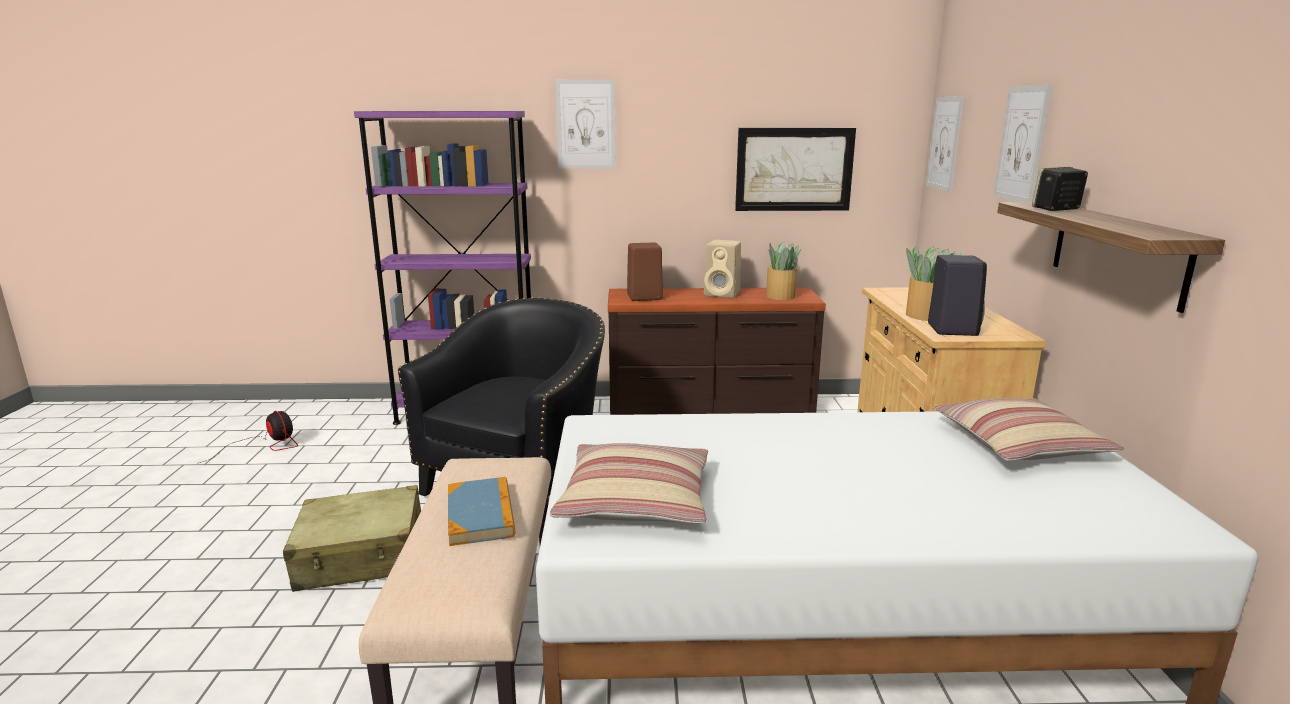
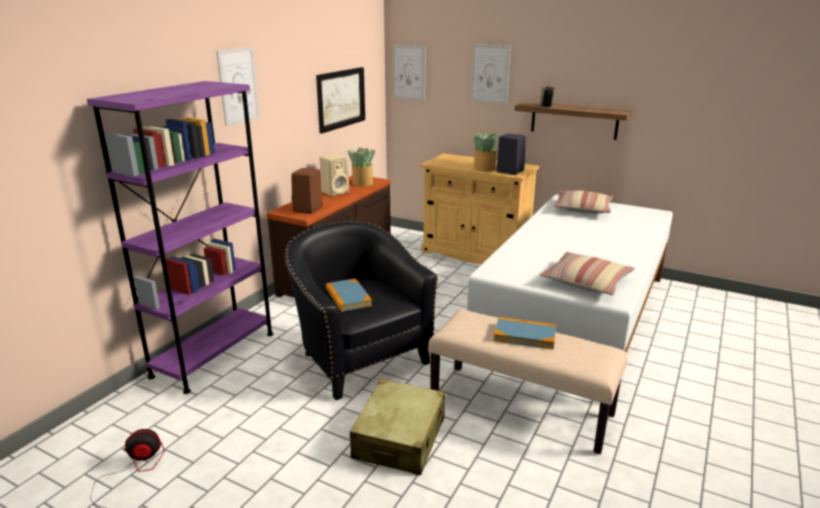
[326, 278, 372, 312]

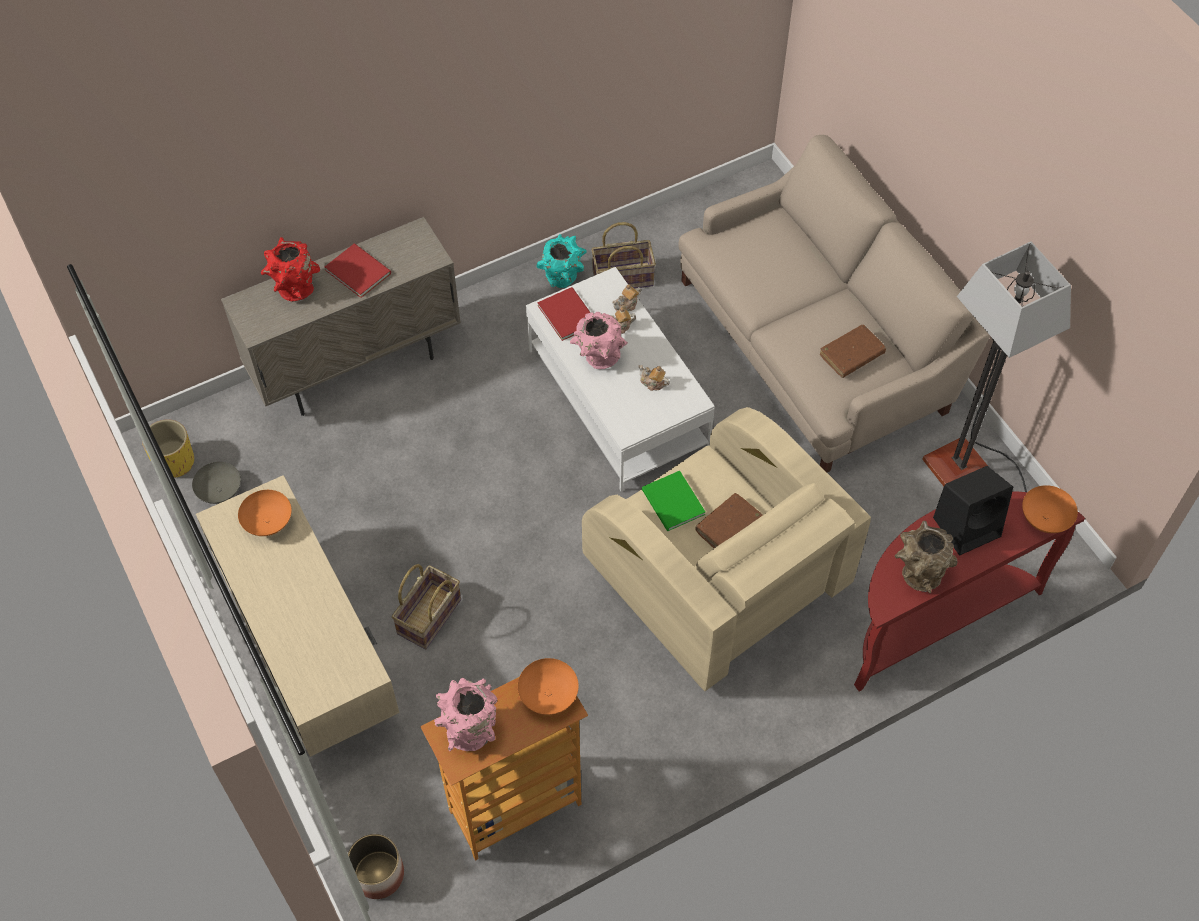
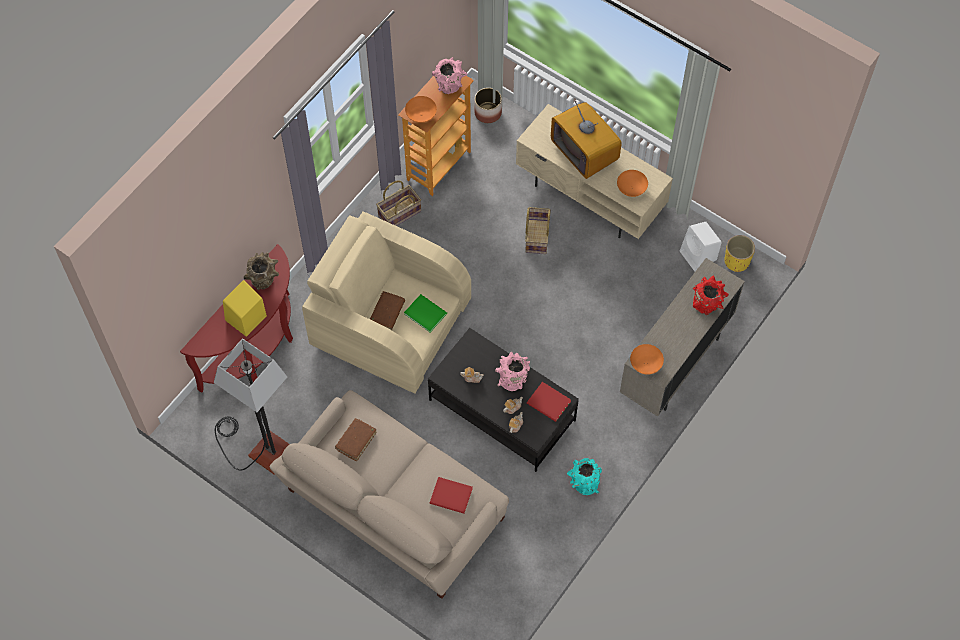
[223, 280, 267, 337]
[376, 180, 421, 226]
[428, 328, 579, 472]
[430, 477, 473, 514]
[551, 101, 622, 179]
[630, 344, 664, 375]
[680, 222, 722, 271]

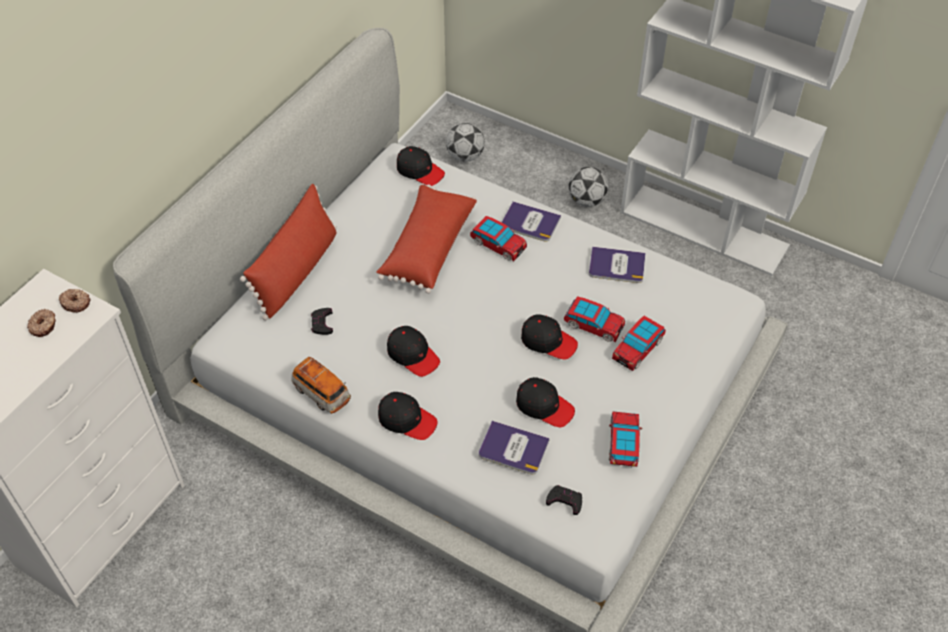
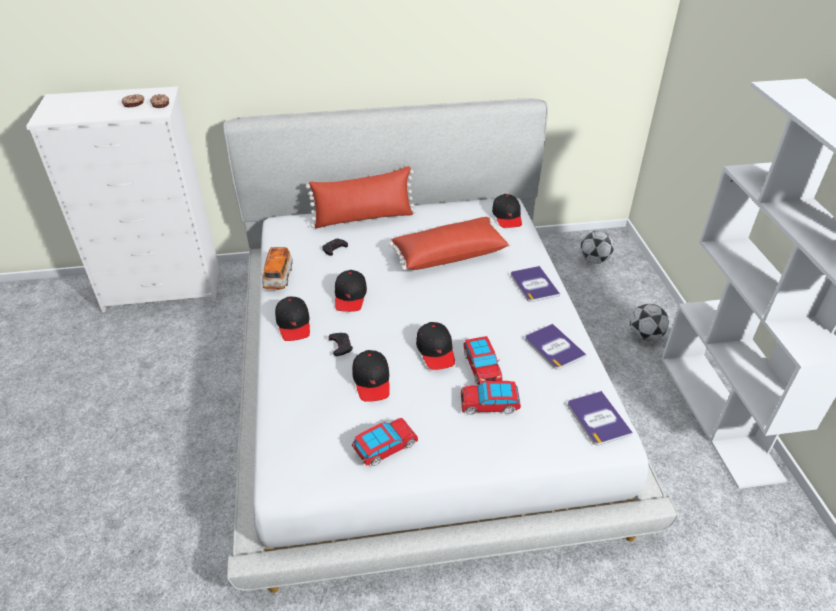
[329, 333, 353, 356]
[567, 391, 633, 446]
[470, 216, 527, 261] (first image)

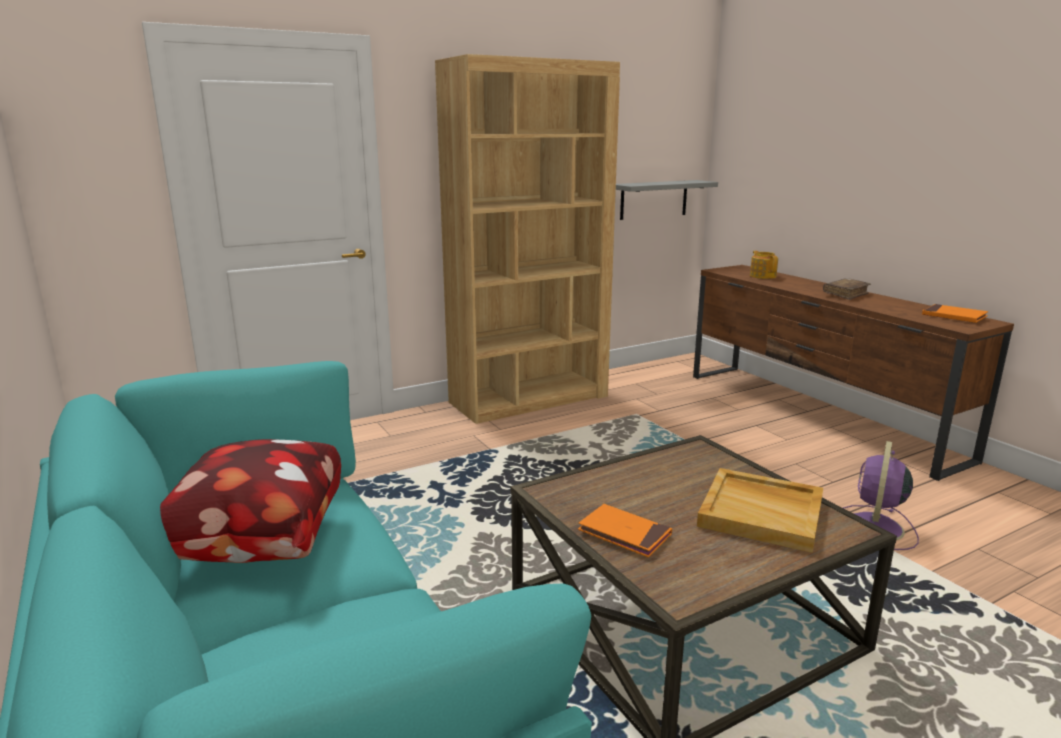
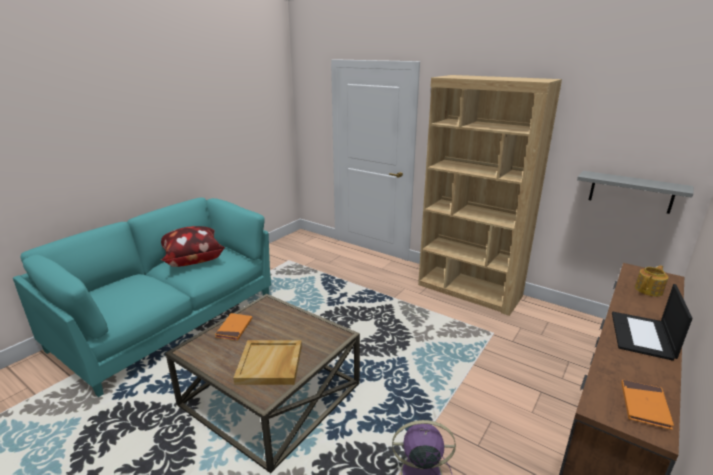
[612, 284, 693, 361]

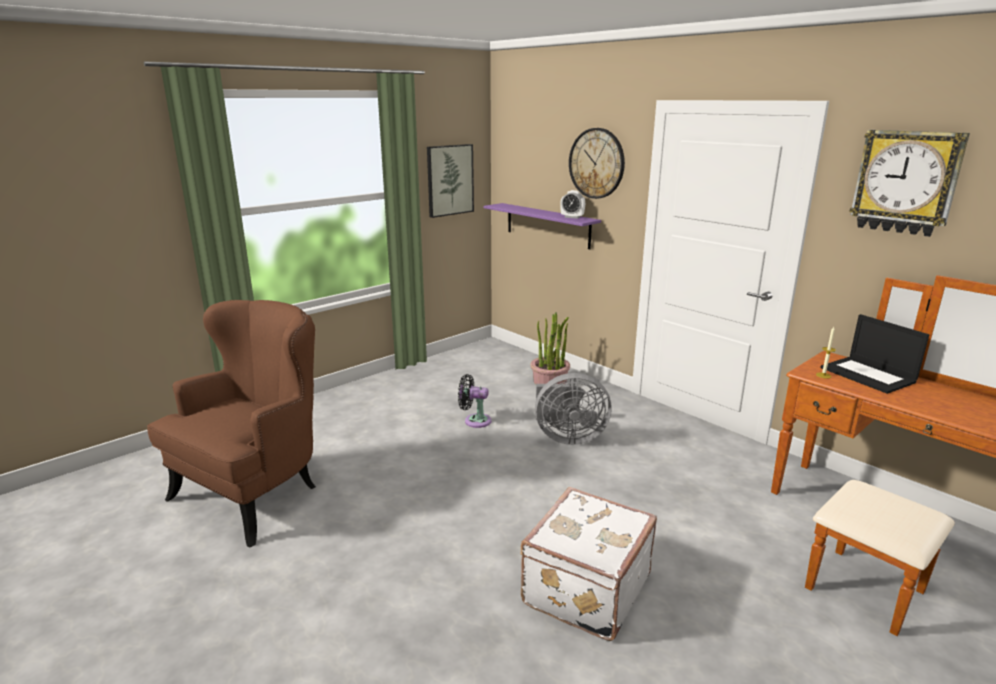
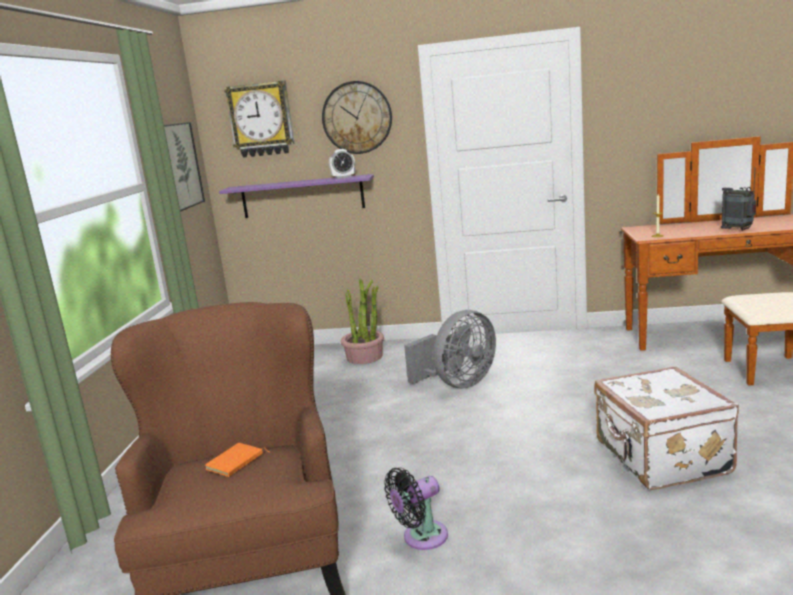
[205, 443, 270, 477]
[224, 81, 295, 158]
[384, 468, 448, 550]
[721, 167, 756, 231]
[820, 314, 929, 394] (first image)

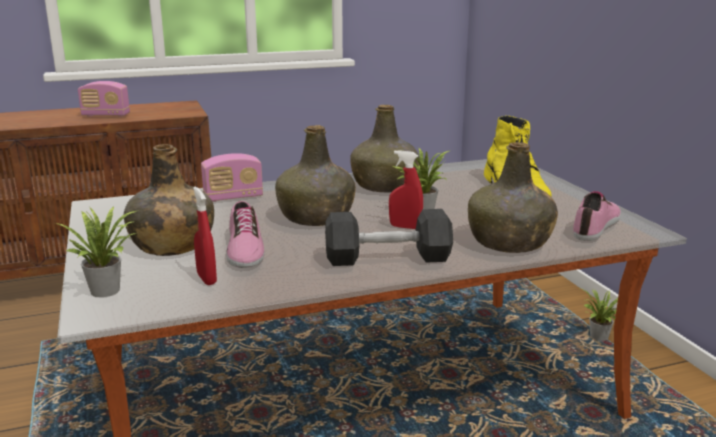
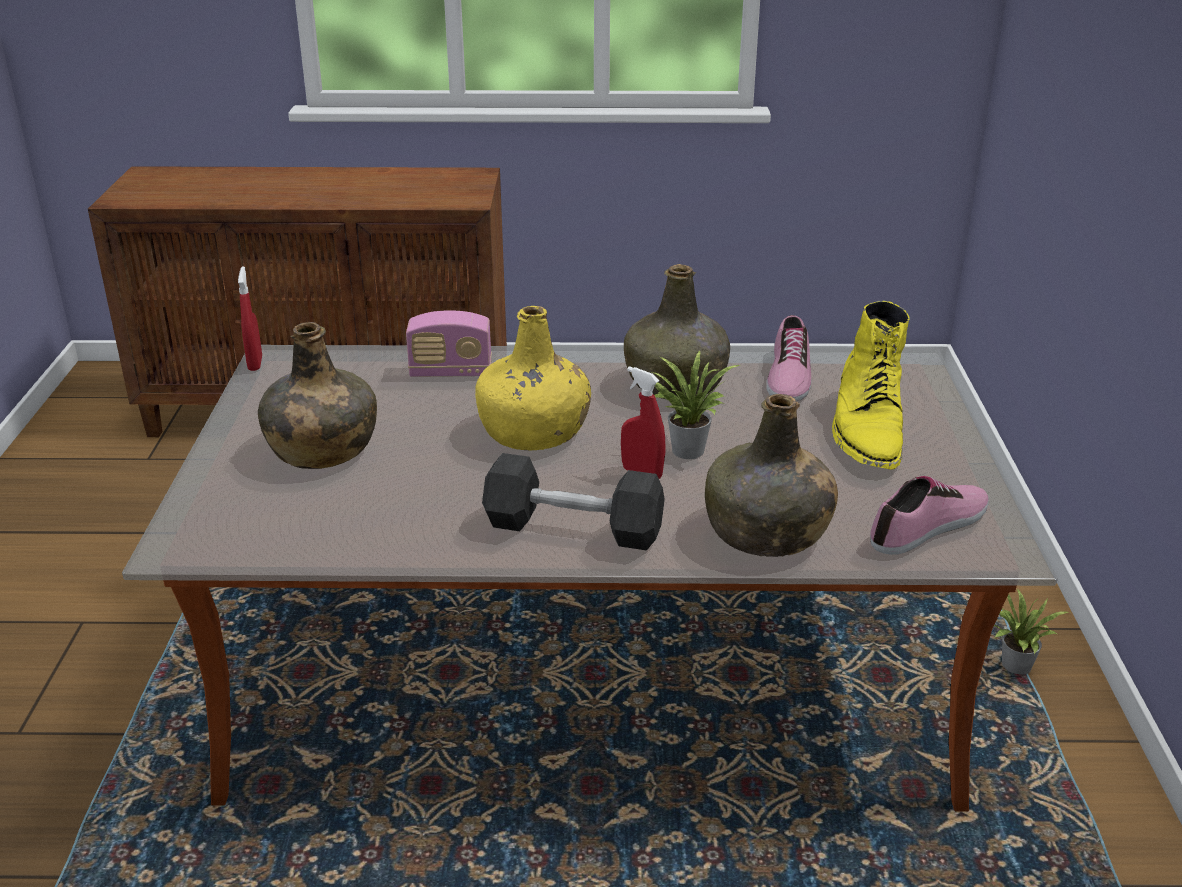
[238, 266, 262, 371]
[475, 306, 591, 450]
[766, 315, 811, 401]
[55, 206, 136, 297] (first image)
[78, 81, 130, 117] (first image)

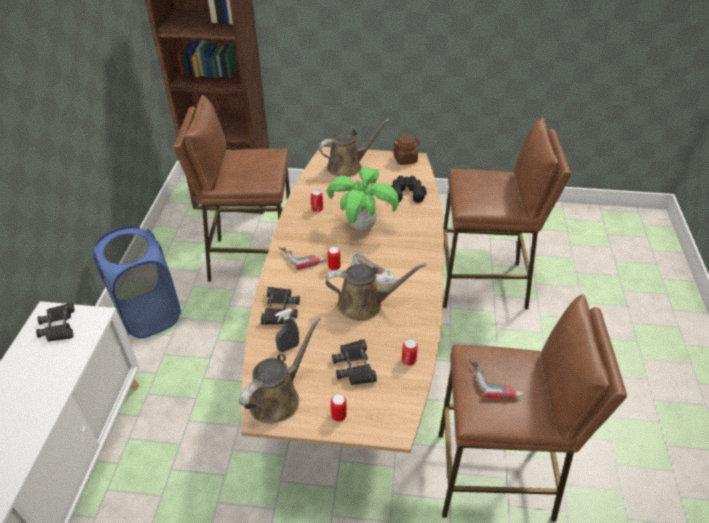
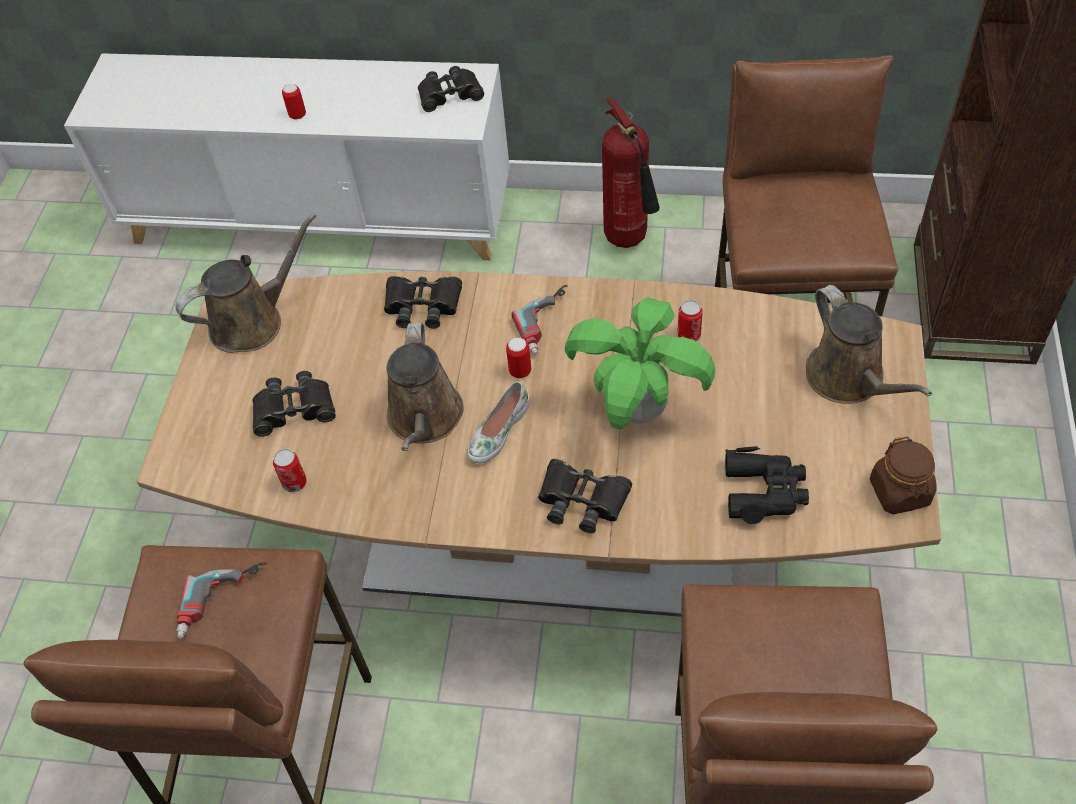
[175, 213, 316, 353]
[282, 84, 306, 120]
[538, 459, 632, 534]
[602, 97, 660, 248]
[275, 309, 299, 352] (first image)

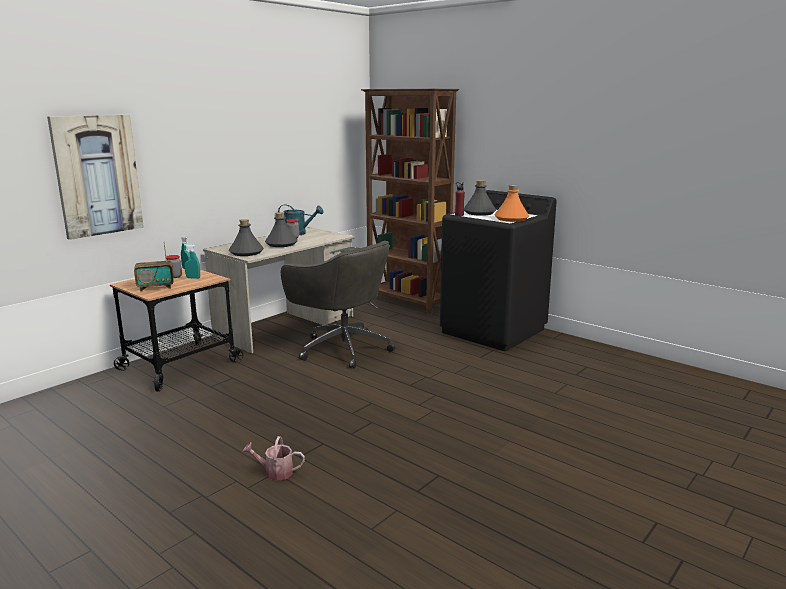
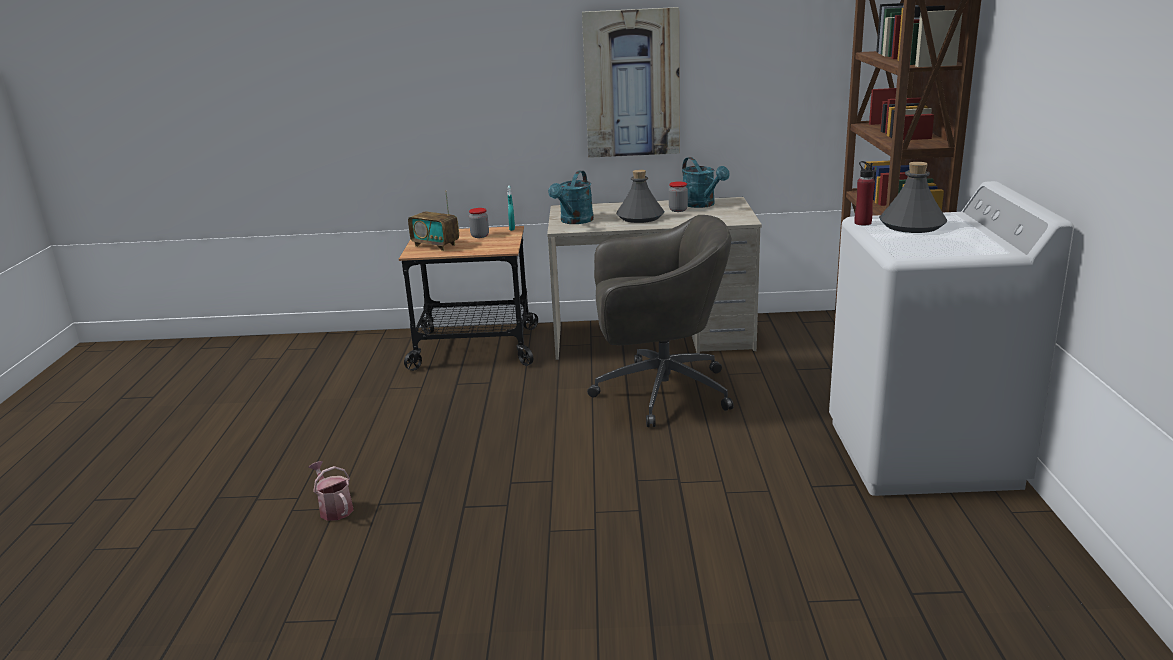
[548, 171, 594, 224]
[582, 7, 680, 158]
[587, 215, 734, 427]
[829, 181, 1074, 496]
[184, 244, 200, 279] (first image)
[494, 185, 529, 222] (first image)

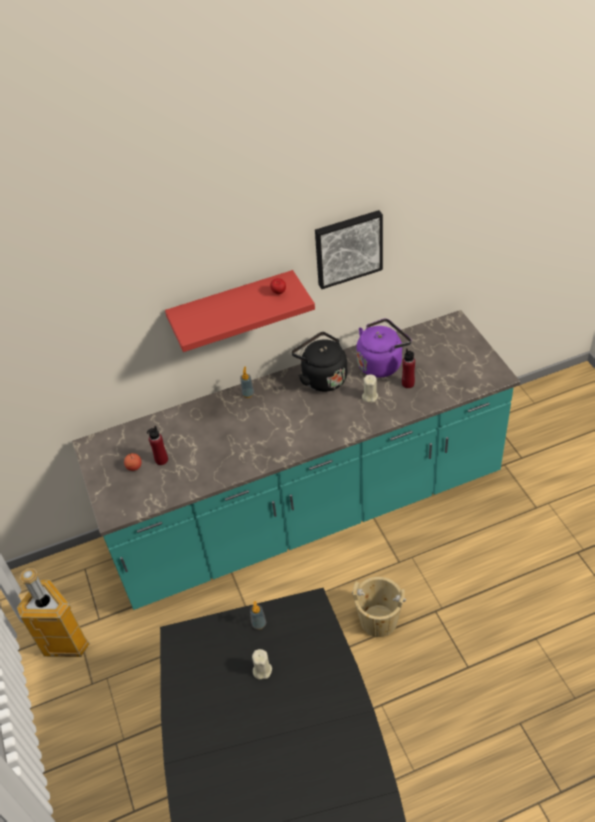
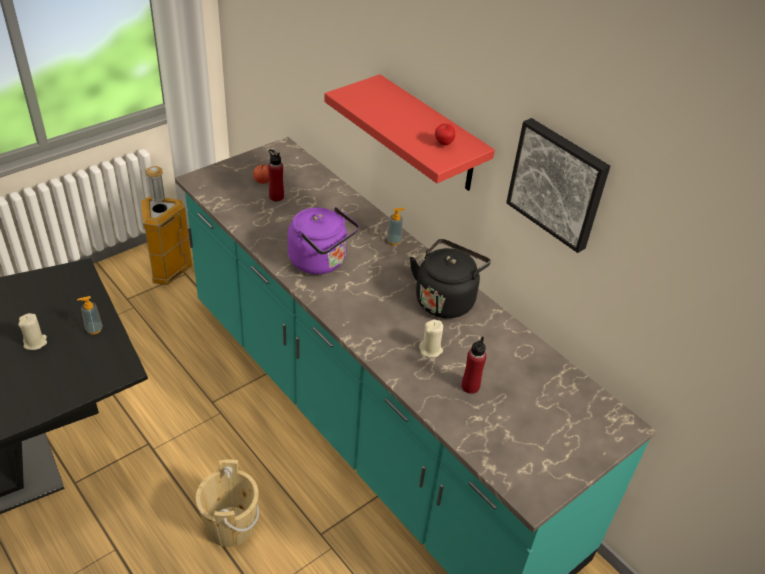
[287, 207, 359, 274]

